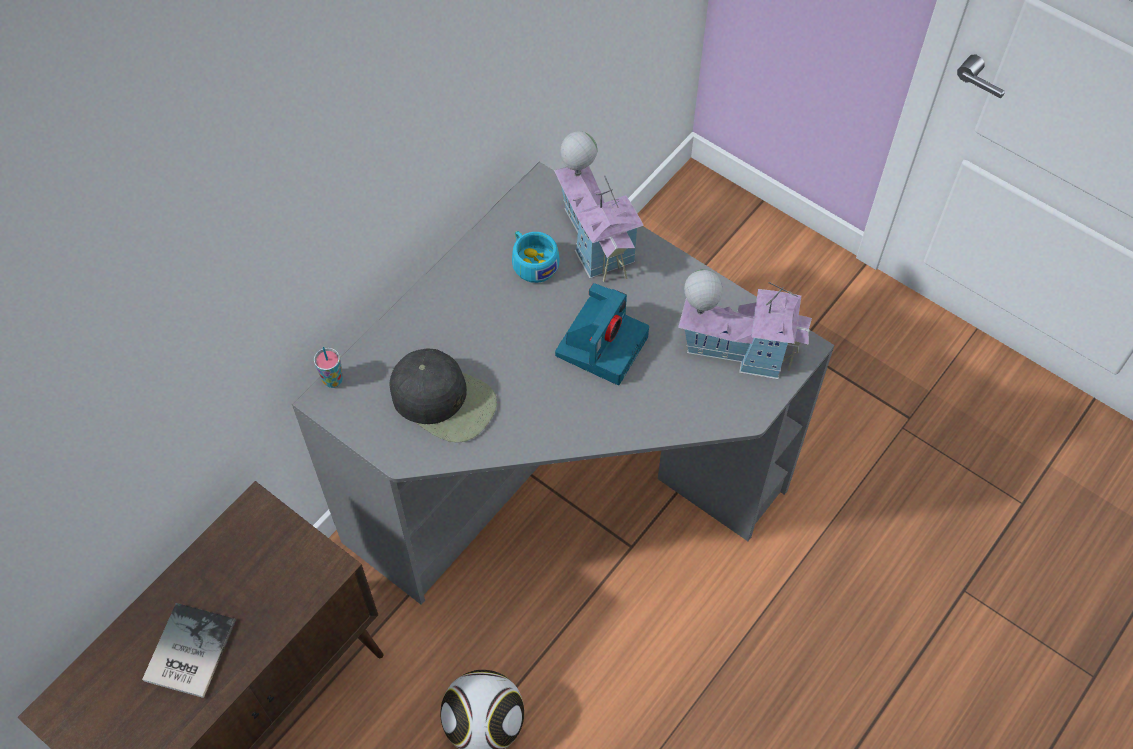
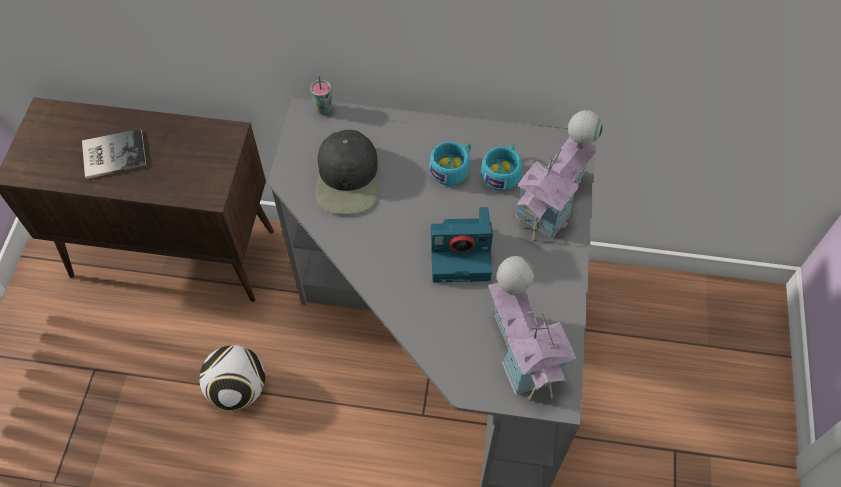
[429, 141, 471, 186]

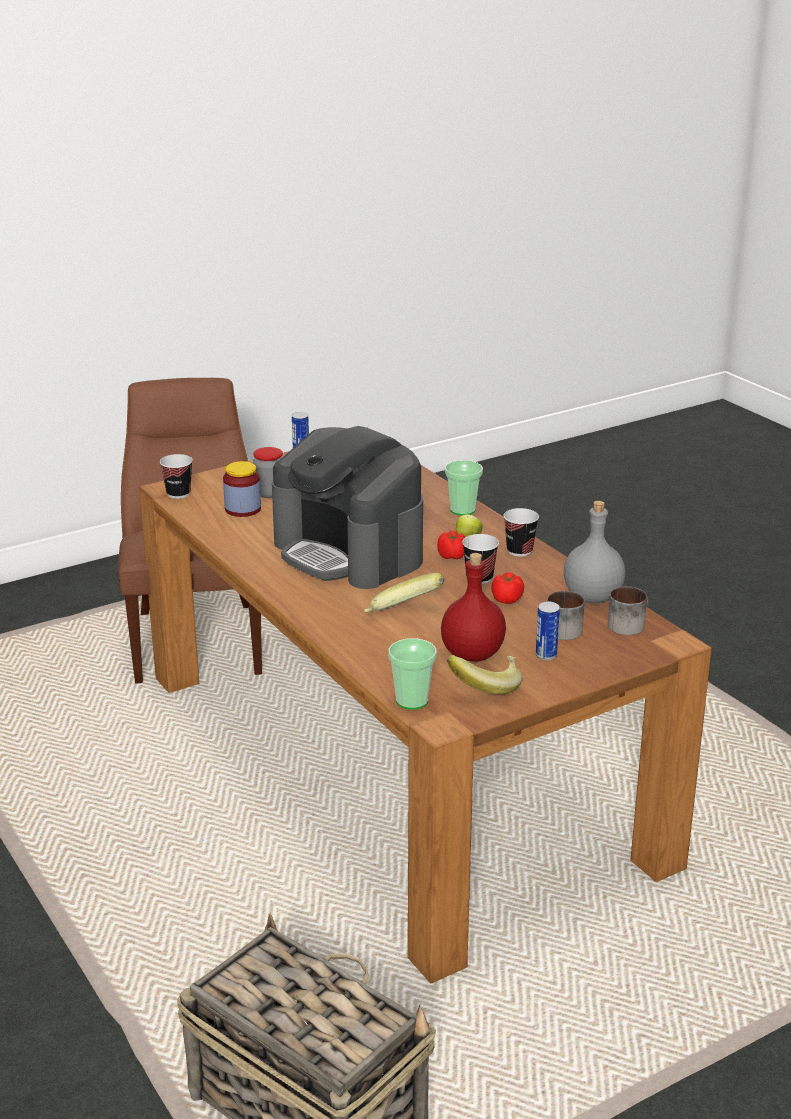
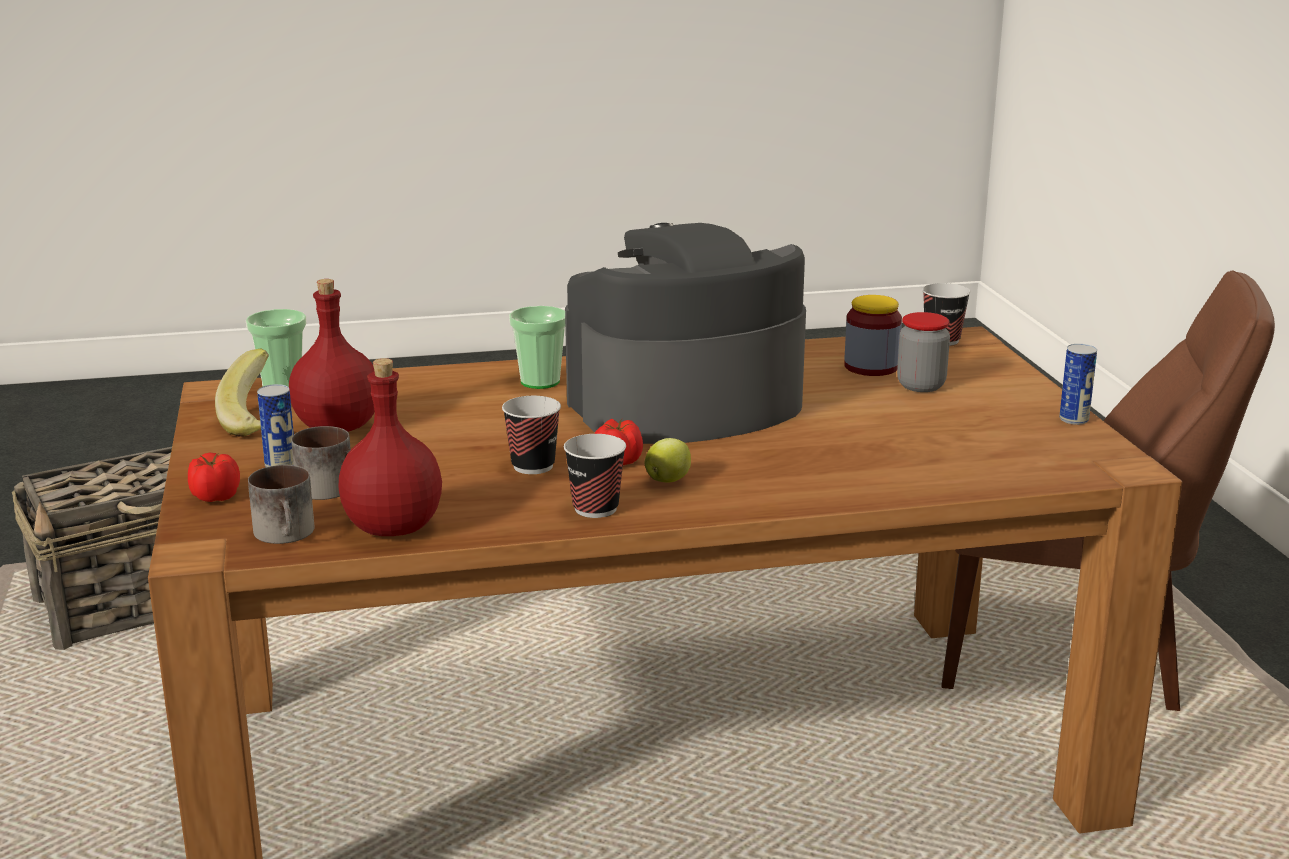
[188, 453, 240, 502]
[338, 358, 442, 536]
[509, 306, 565, 389]
[364, 573, 445, 613] (first image)

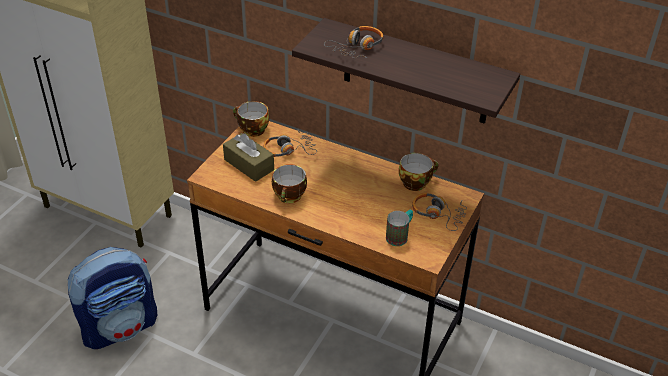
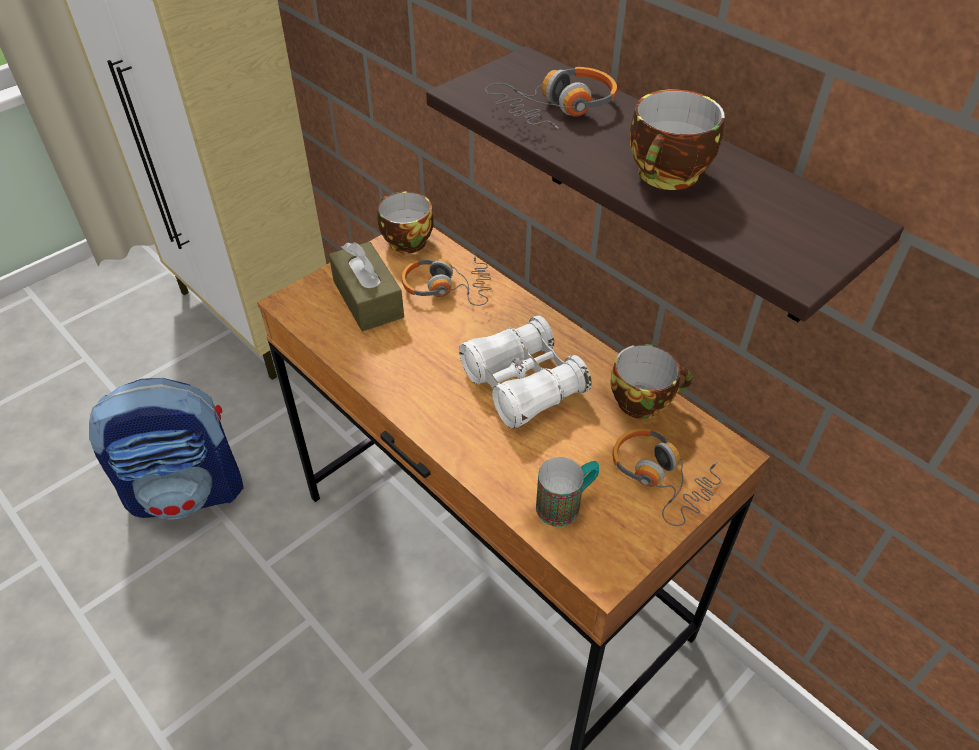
[459, 316, 592, 429]
[629, 89, 725, 190]

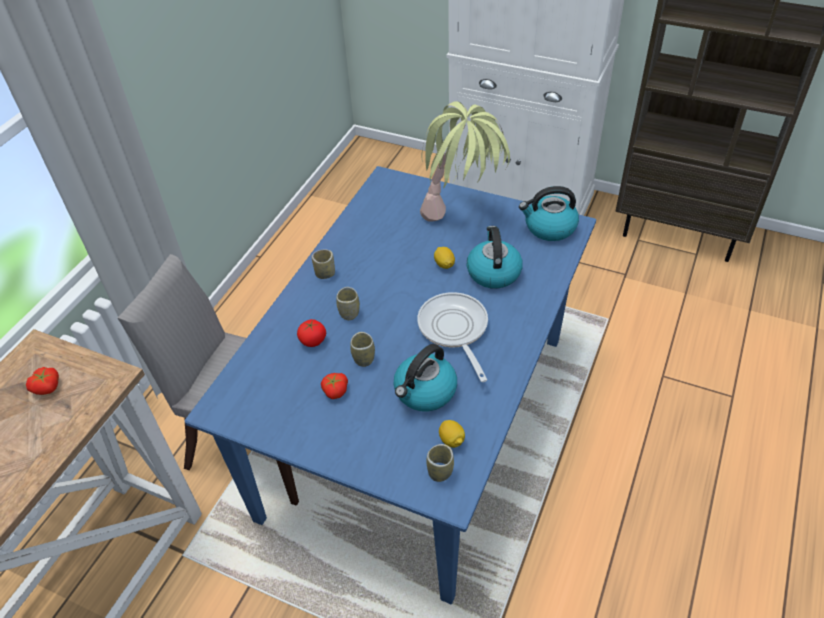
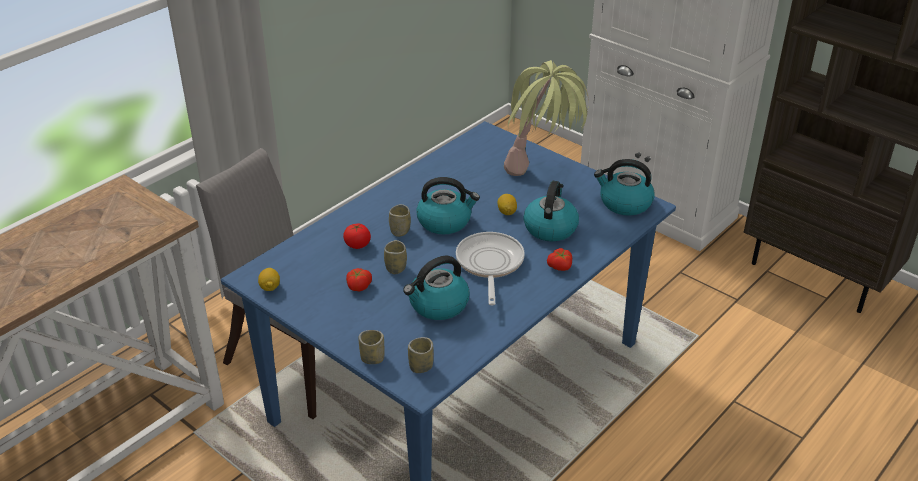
[258, 268, 280, 291]
[359, 330, 384, 364]
[416, 177, 480, 234]
[547, 248, 572, 271]

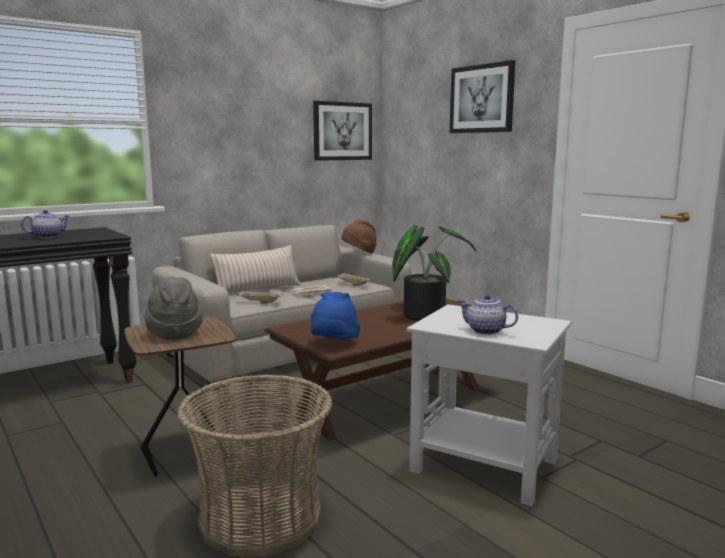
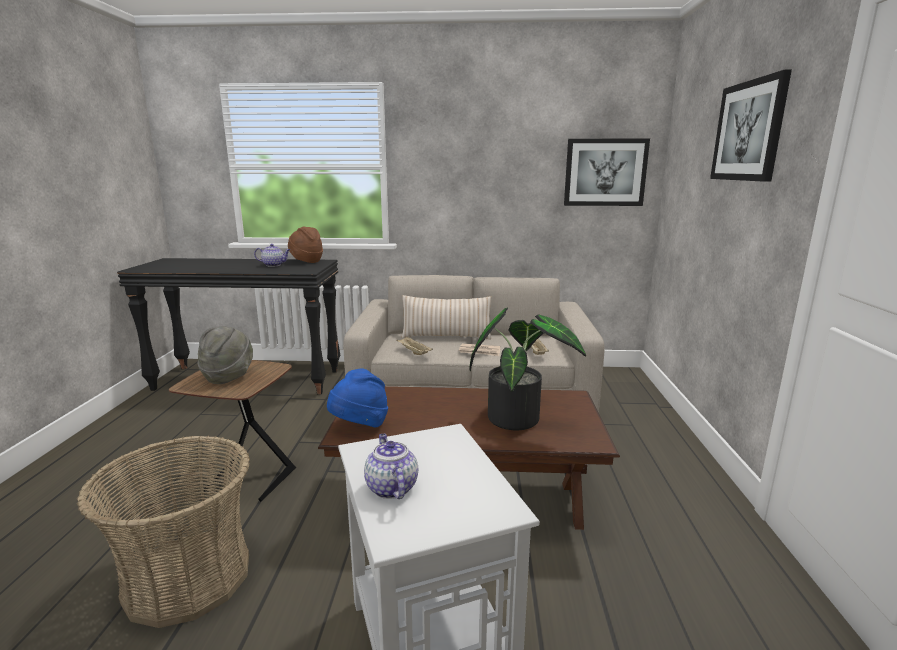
[288, 226, 323, 263]

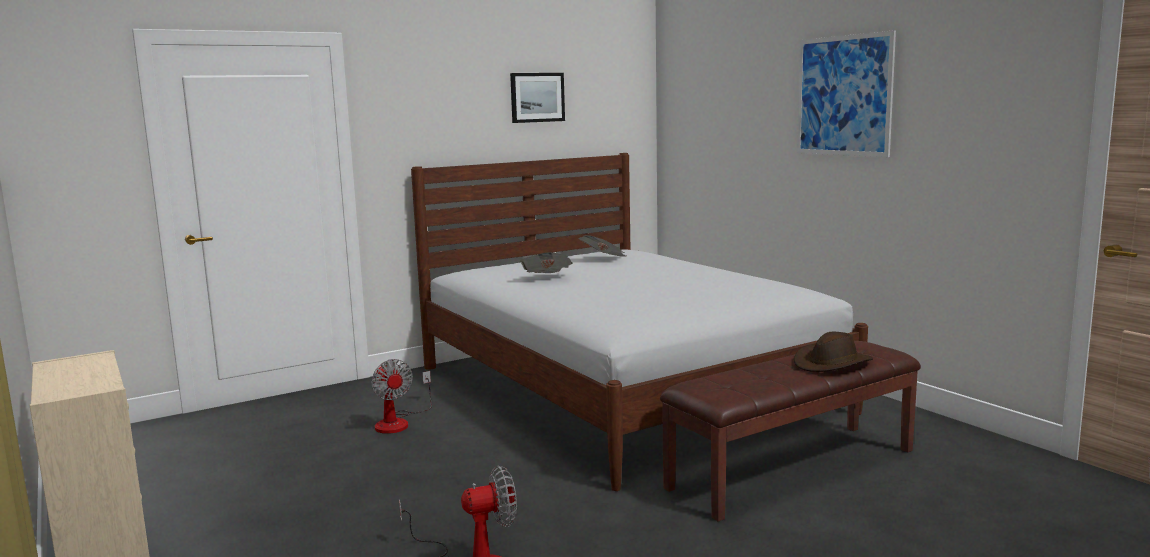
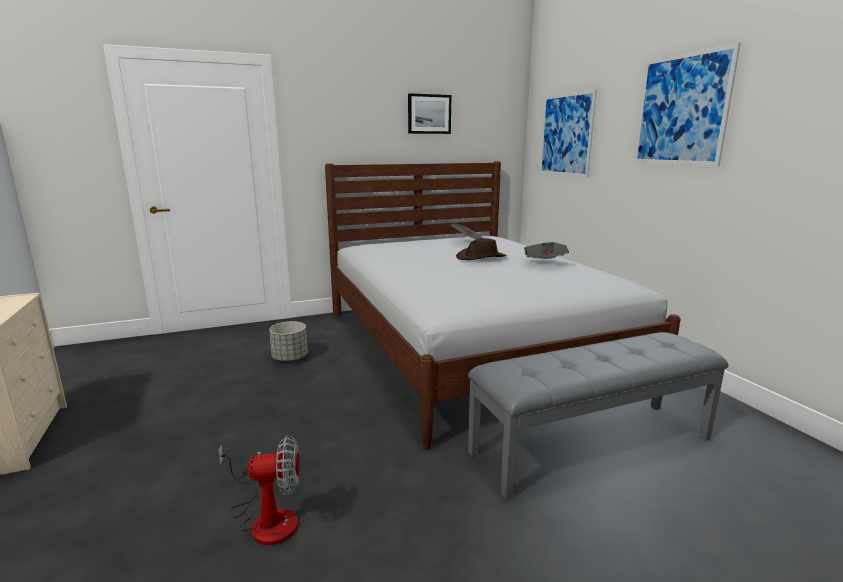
[269, 321, 308, 362]
[456, 238, 507, 260]
[468, 332, 729, 499]
[524, 242, 569, 259]
[540, 89, 597, 177]

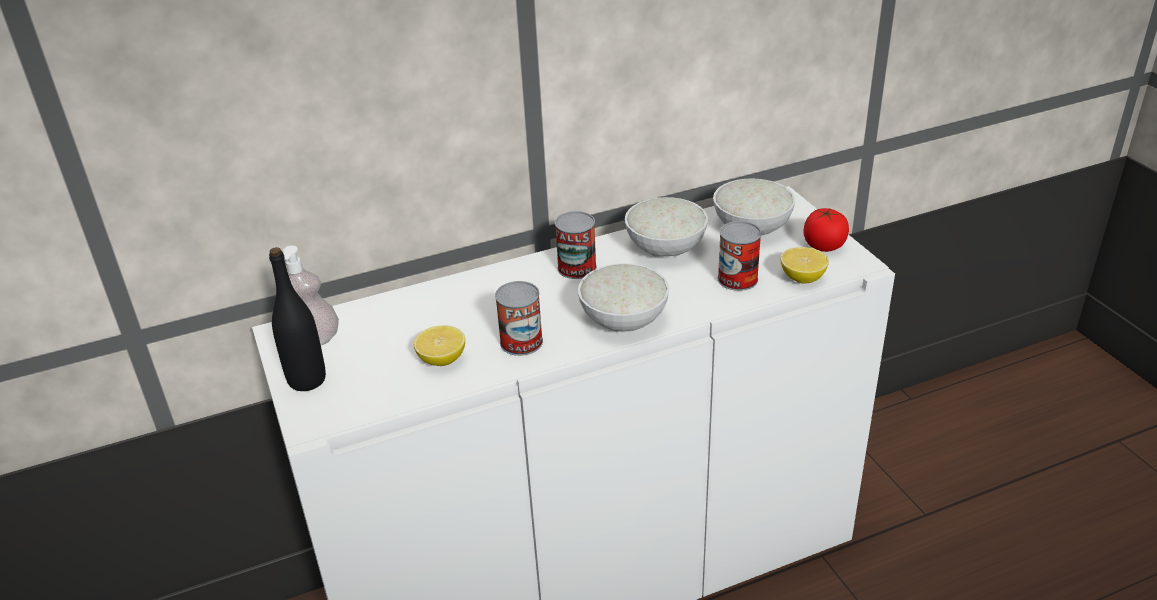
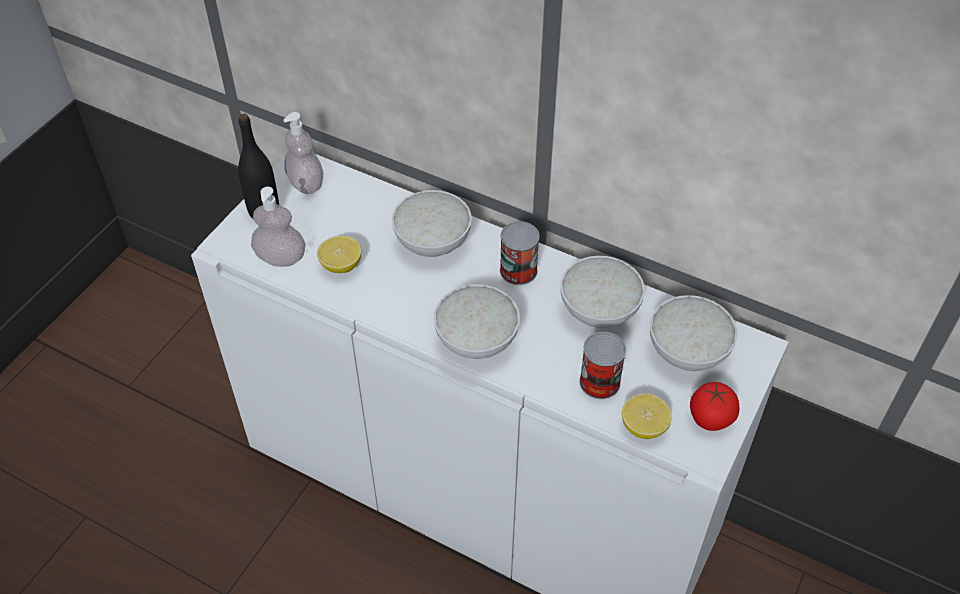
[251, 187, 306, 267]
[392, 190, 472, 257]
[495, 281, 543, 356] (first image)

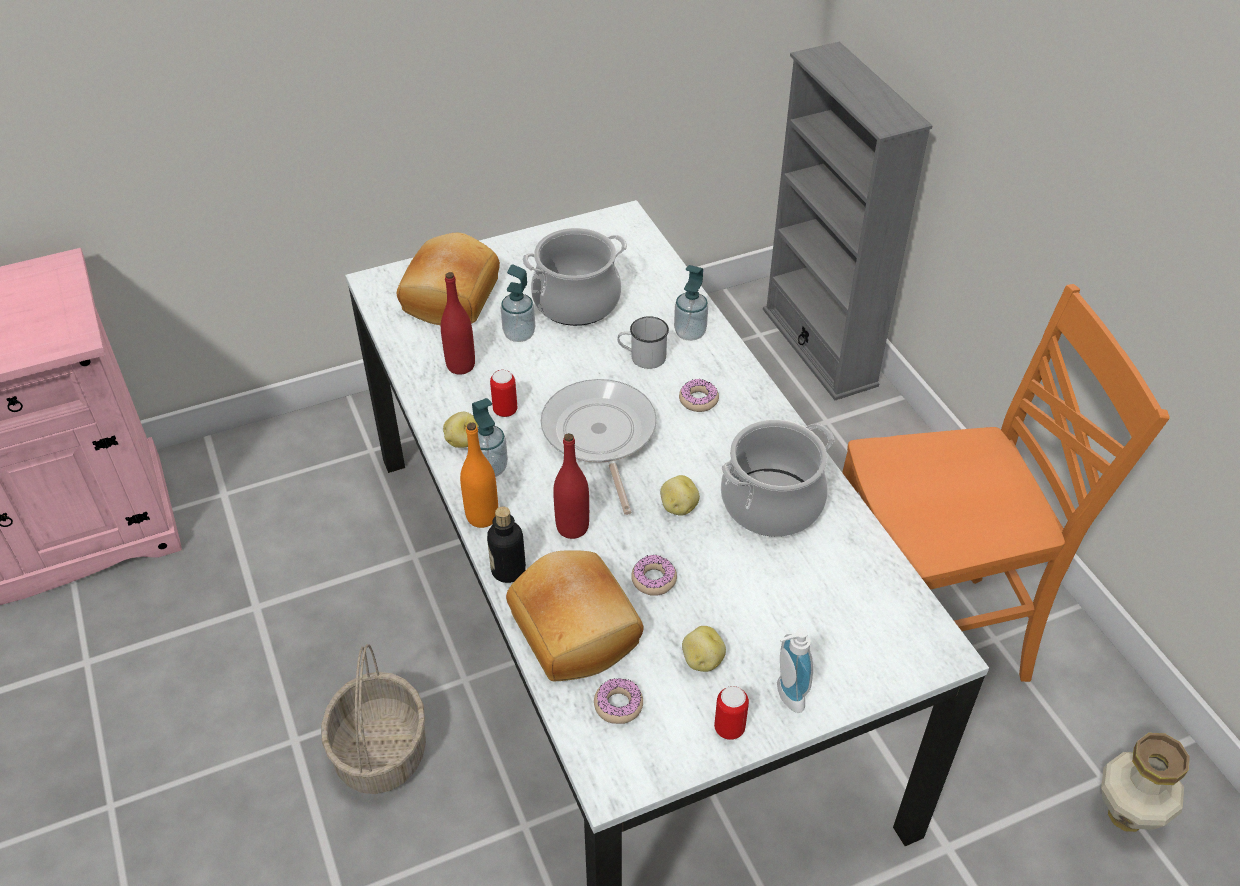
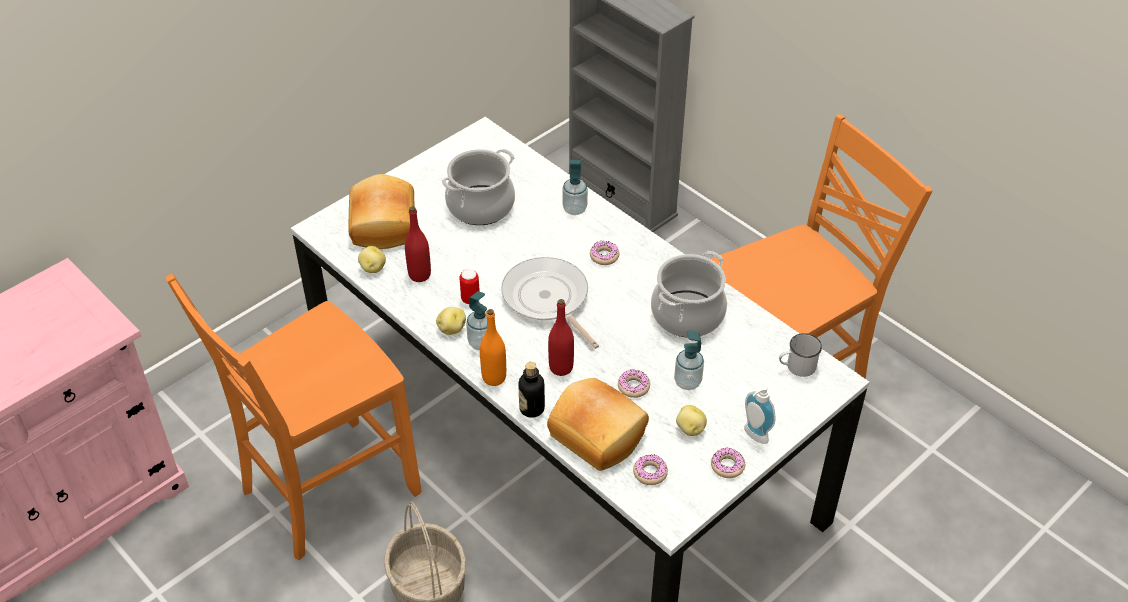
[166, 274, 421, 560]
[358, 246, 386, 273]
[674, 330, 704, 390]
[711, 448, 745, 478]
[779, 333, 822, 377]
[1101, 733, 1190, 832] (first image)

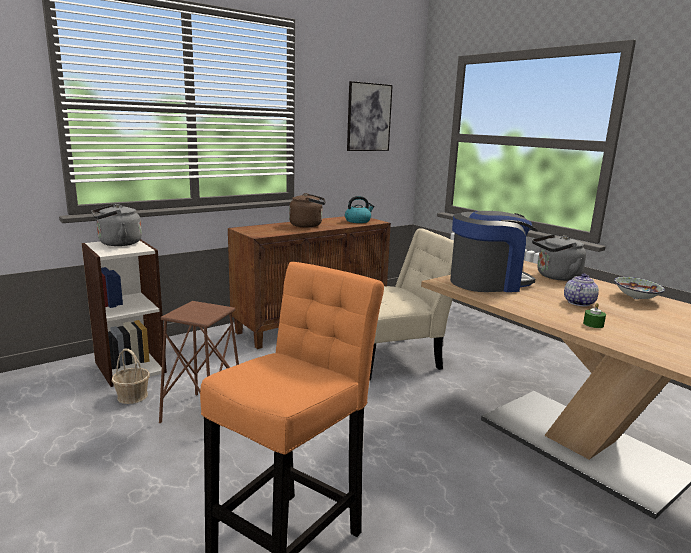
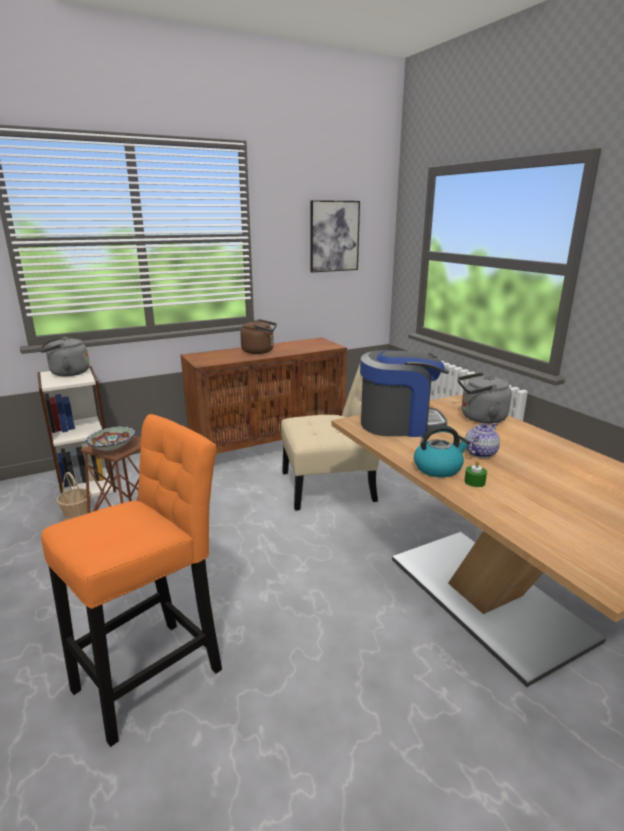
[86, 426, 136, 451]
[414, 425, 470, 477]

